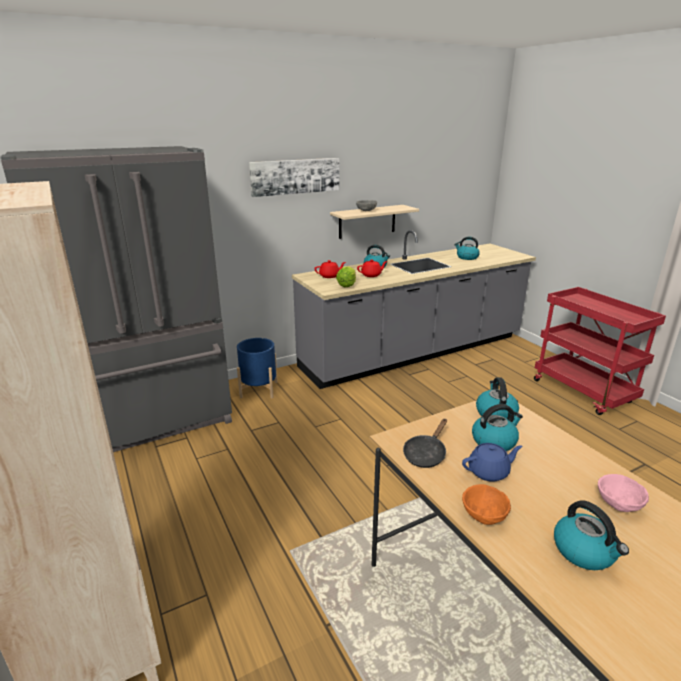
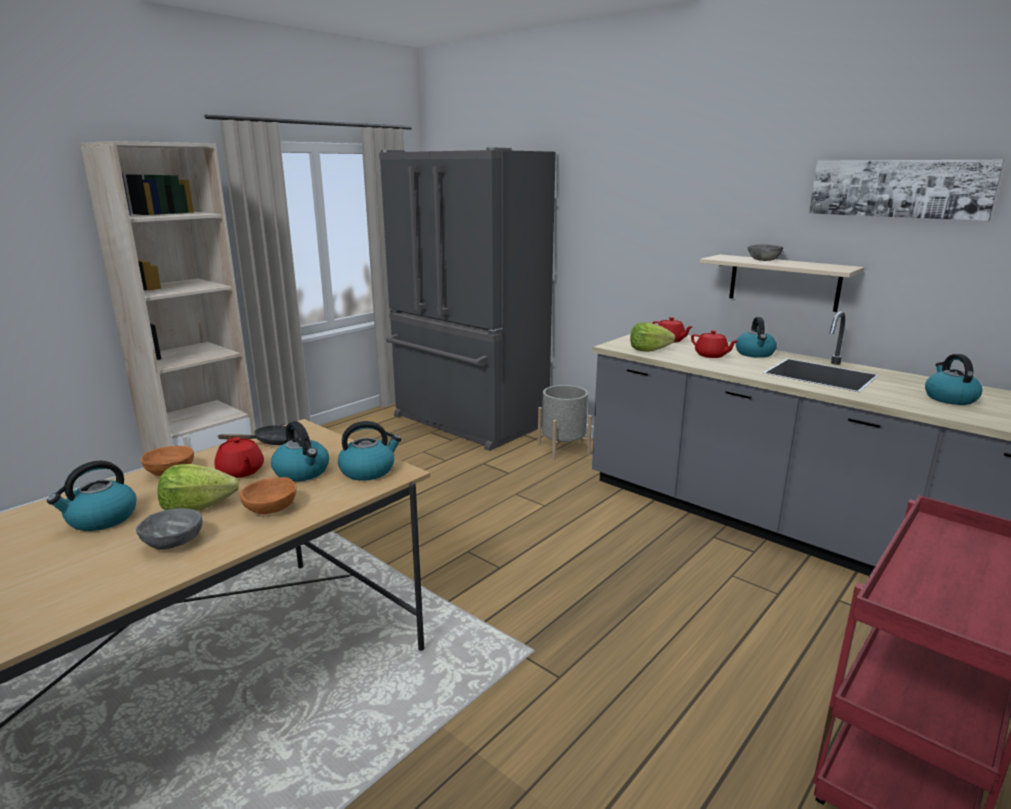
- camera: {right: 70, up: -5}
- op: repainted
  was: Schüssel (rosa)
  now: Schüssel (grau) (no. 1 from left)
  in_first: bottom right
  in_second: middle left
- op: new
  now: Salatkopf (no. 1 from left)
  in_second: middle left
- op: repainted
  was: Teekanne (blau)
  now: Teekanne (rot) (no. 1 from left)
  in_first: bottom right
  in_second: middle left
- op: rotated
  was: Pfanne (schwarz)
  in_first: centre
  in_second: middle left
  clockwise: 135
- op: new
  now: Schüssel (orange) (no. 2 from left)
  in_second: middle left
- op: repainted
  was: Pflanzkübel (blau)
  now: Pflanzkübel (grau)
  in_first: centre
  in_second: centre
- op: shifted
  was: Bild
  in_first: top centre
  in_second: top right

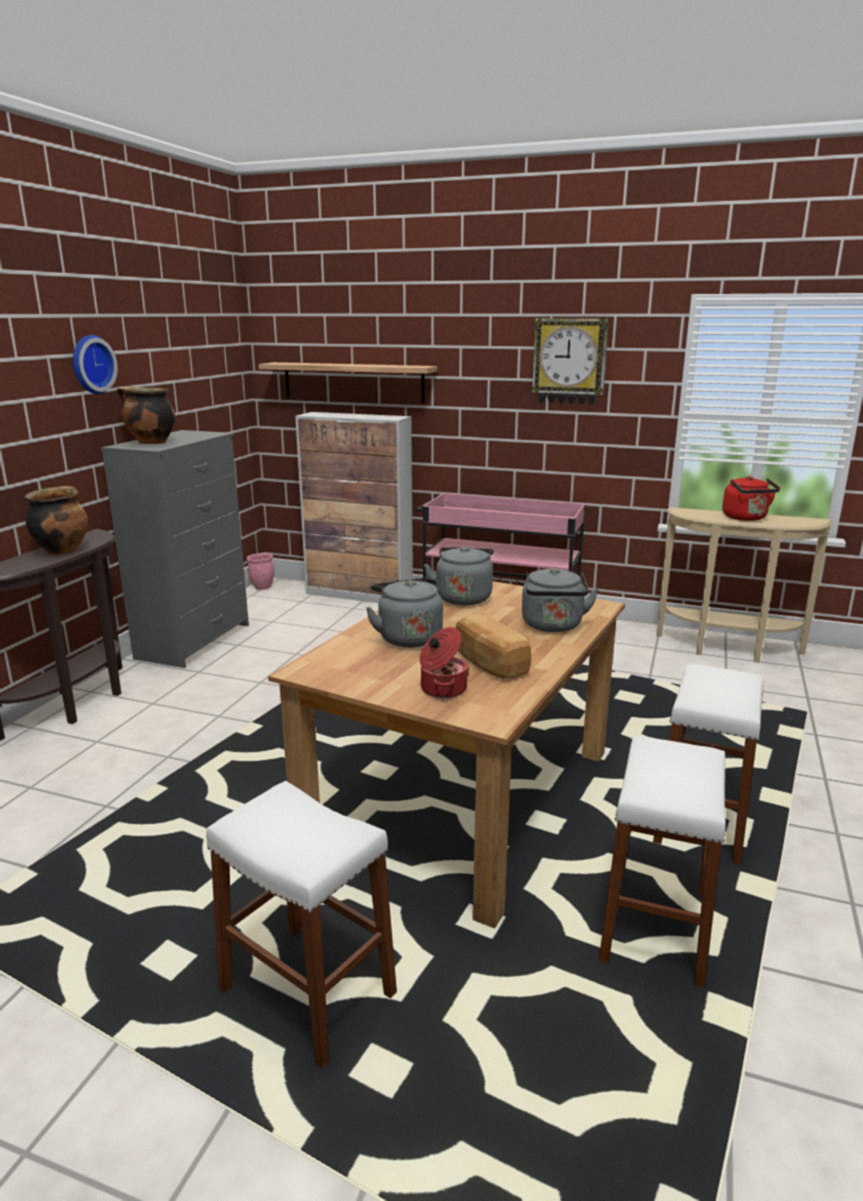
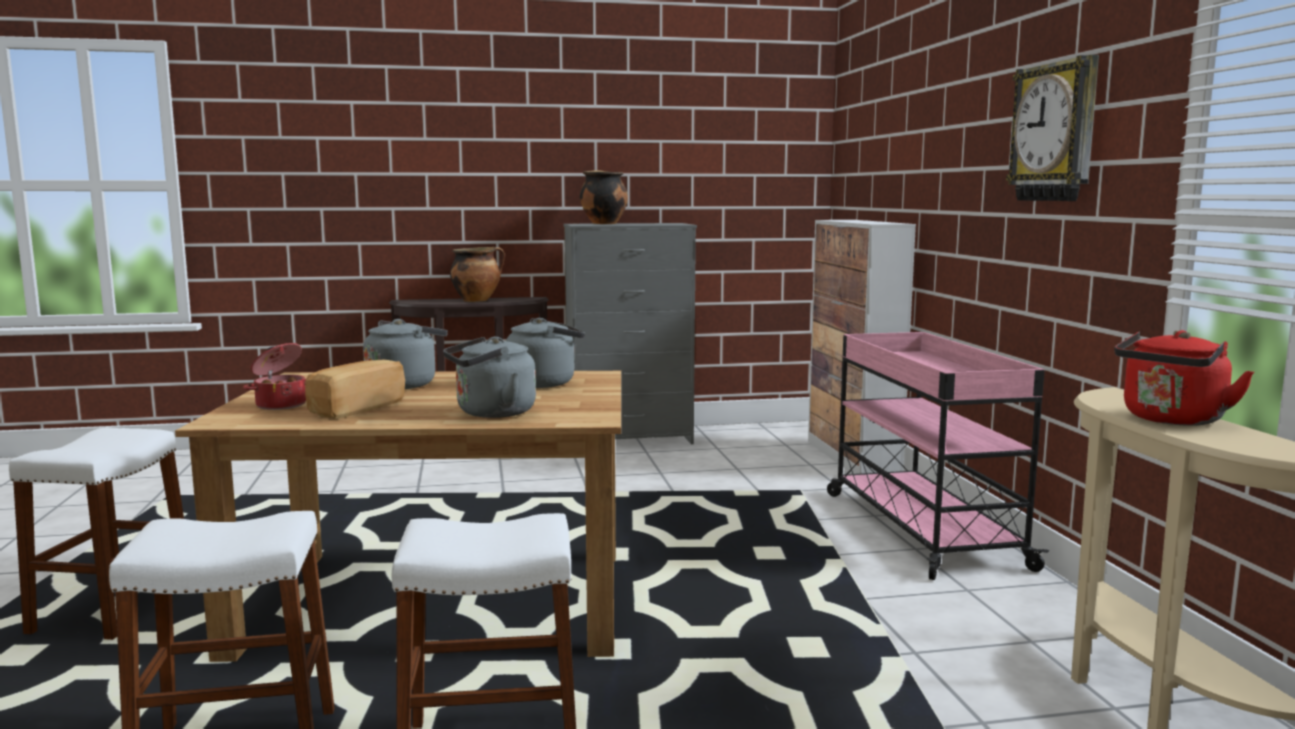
- camera: {right: 60, up: -10}
- op: gone
  was: Wanduhr (no. 1 from left)
  in_first: top left
- op: gone
  was: Pflanzkübel (rosa)
  in_first: middle left
- op: gone
  was: Wandregal
  in_first: top centre

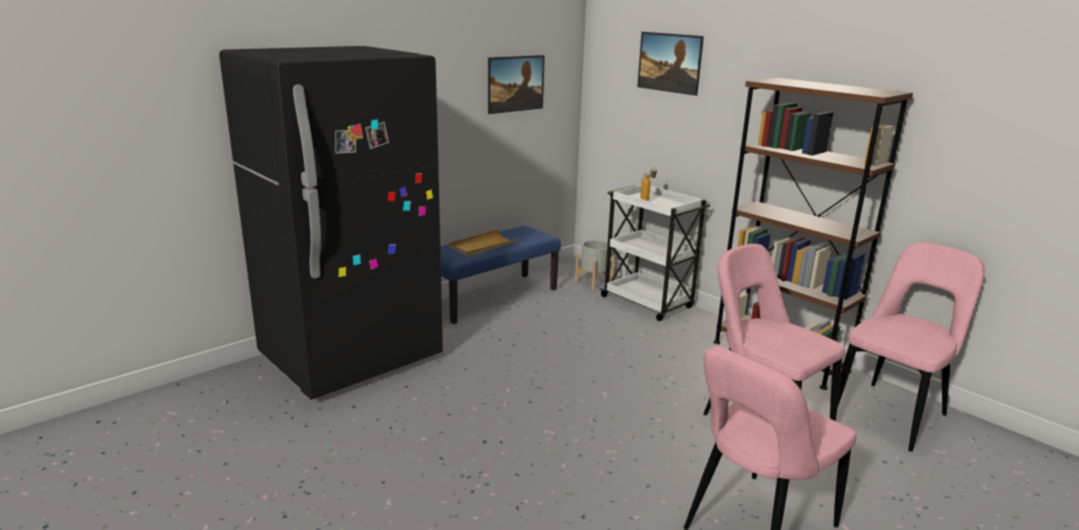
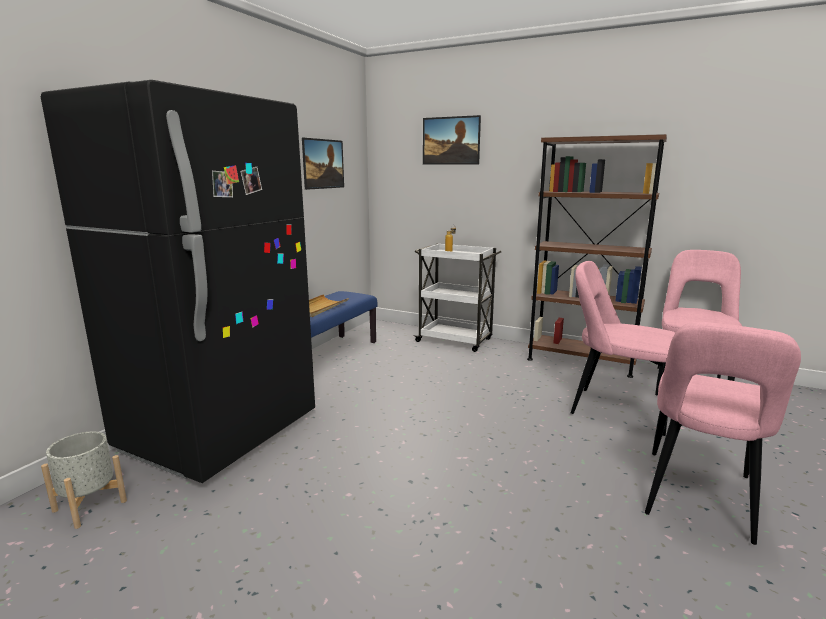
- camera: {right: -20, up: -5}
- op: shifted
  was: Pflanzkübel (grau)
  in_first: centre
  in_second: bottom left

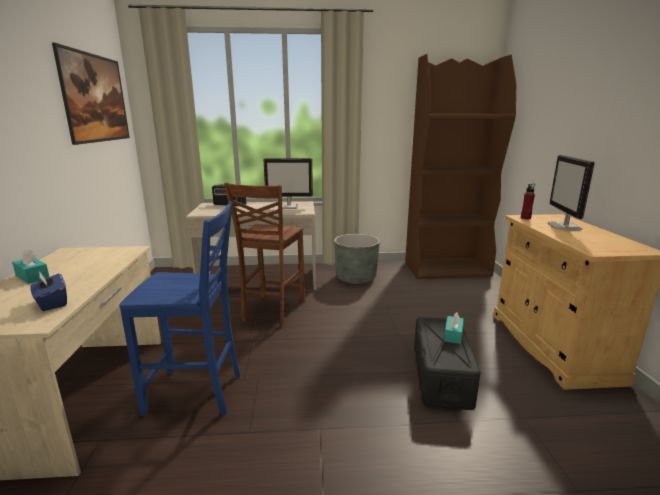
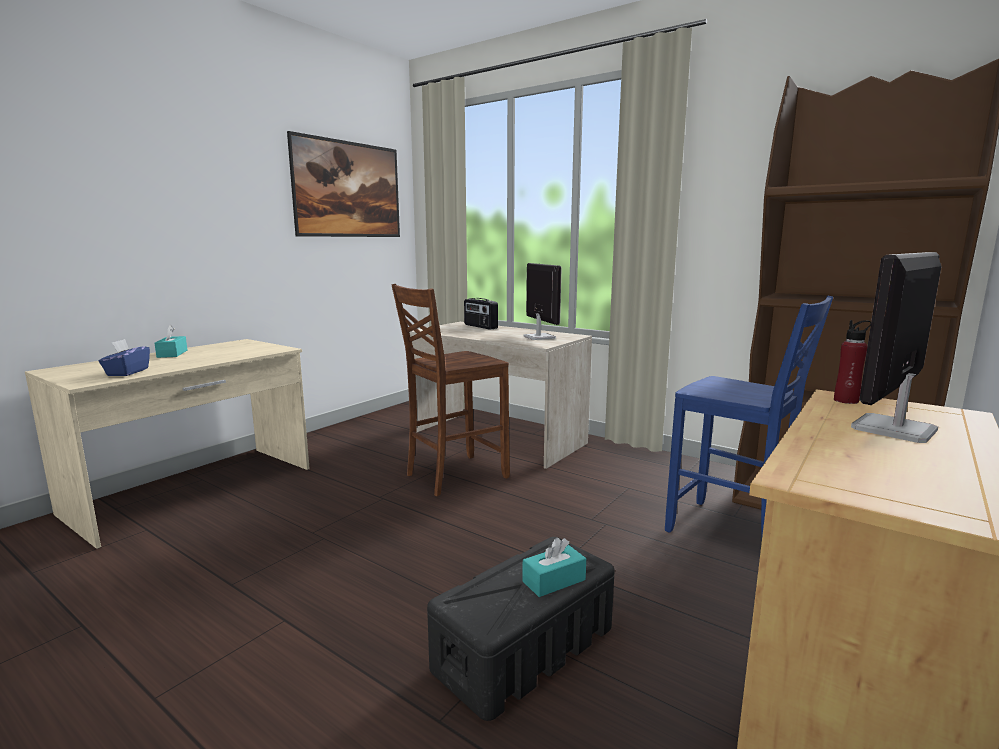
- camera: {right: 40, up: -5}
- op: rotated
  was: Monitor (no. 1 from left)
  in_first: centre
  in_second: centre
  clockwise: -150
- op: shifted
  was: Stuhl (blau)
  in_first: middle left
  in_second: middle right
- op: gone
  was: Pflanzkübel (grau)
  in_first: centre

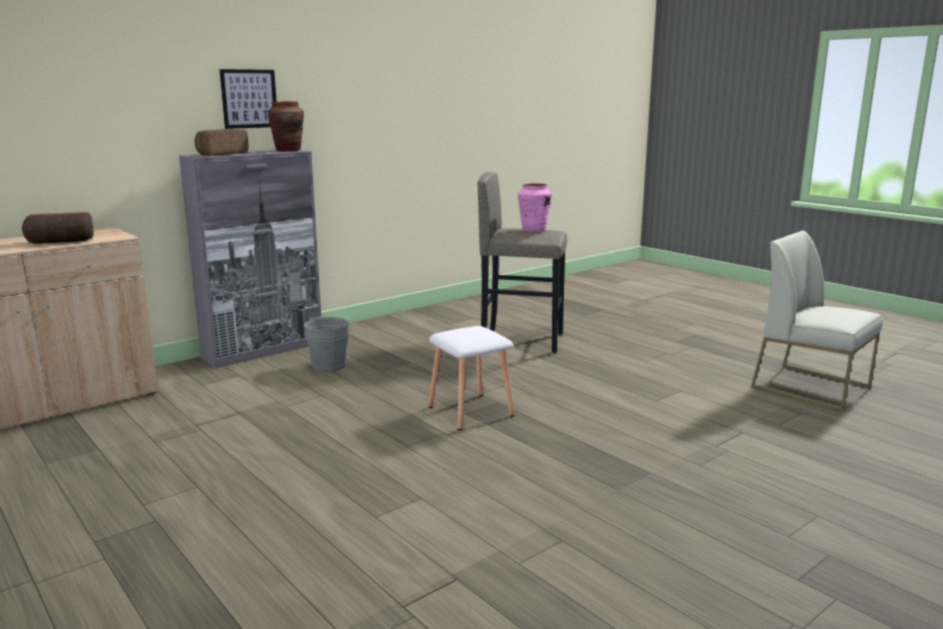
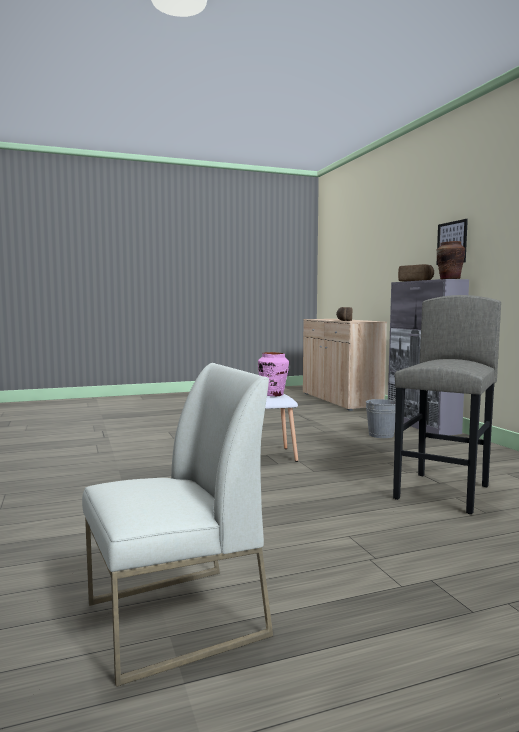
- camera: {right: 110, up: -10}
- op: shifted
  was: Vase (rosa)
  in_first: top centre
  in_second: centre

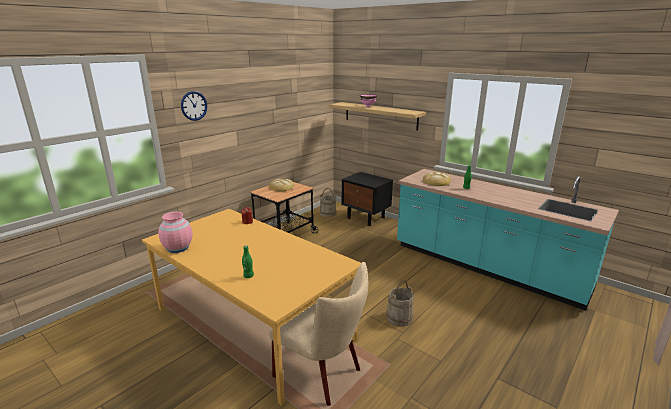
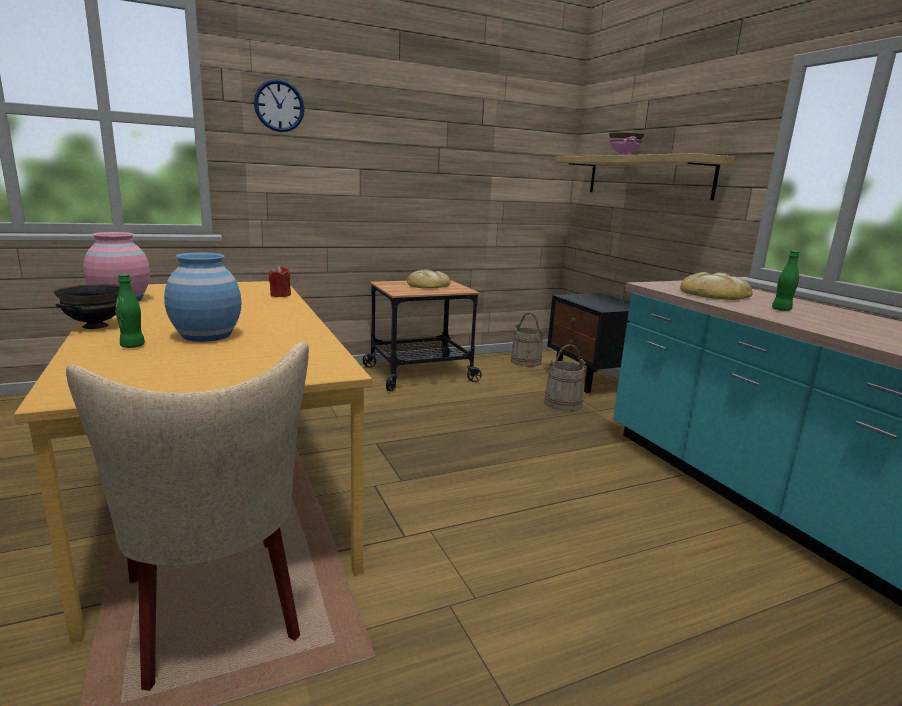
- camera: {right: 25, up: -5}
- op: new
  now: Schüssel (schwarz)
  in_second: middle left
- op: new
  now: Vase (blau)
  in_second: middle left
- op: shifted
  was: Eimer (beige) (no. 2 from left)
  in_first: bottom centre
  in_second: centre

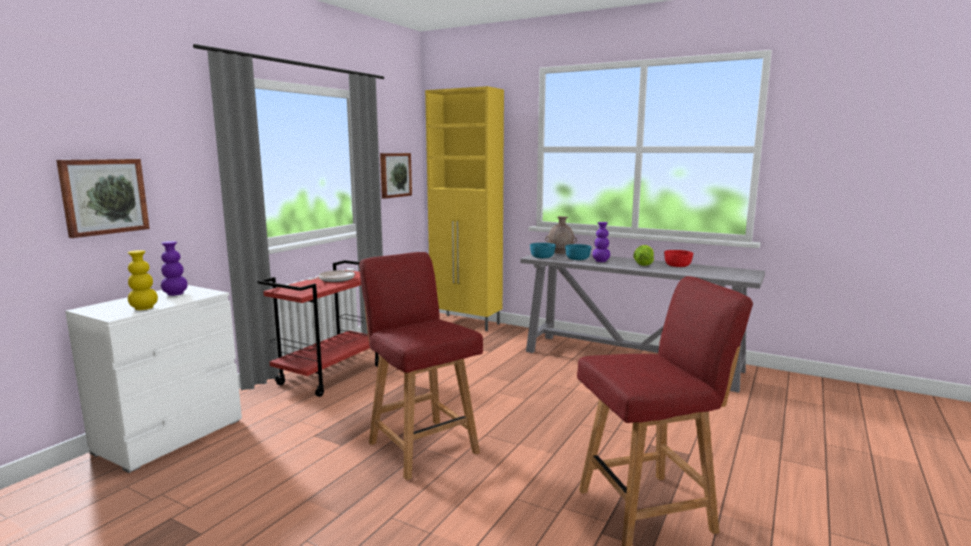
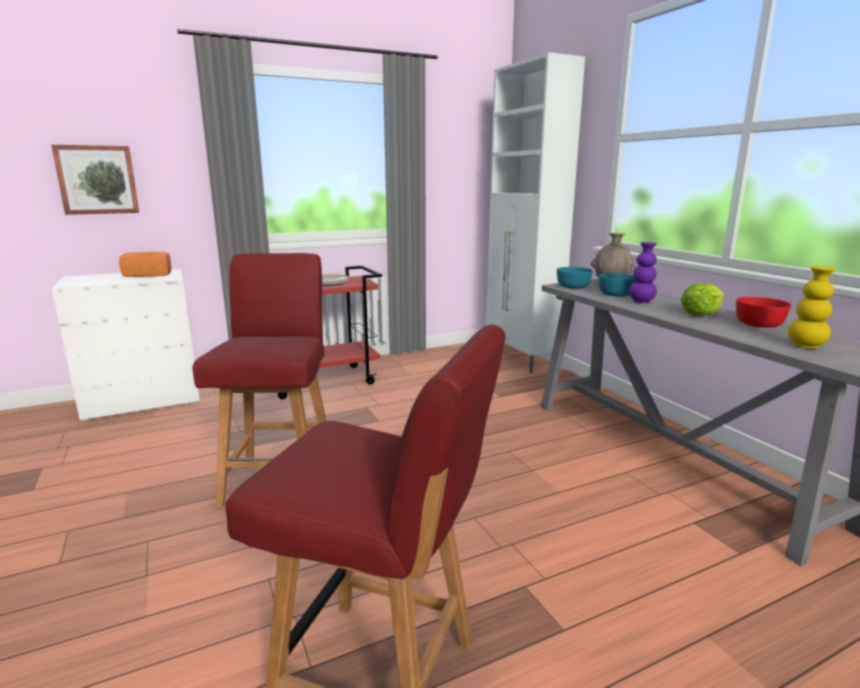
- camera: {right: 35, up: 5}
- op: swapped
  was: Vase (lila) (no. 1 from left)
  now: Brot
  in_first: middle left
  in_second: middle left
- op: repainted
  was: Schrank (gelb)
  now: Schrank (weiß)
  in_first: centre
  in_second: top centre
- op: shifted
  was: Vase (gelb)
  in_first: middle left
  in_second: middle right
- op: gone
  was: Bild (no. 2 from left)
  in_first: top centre

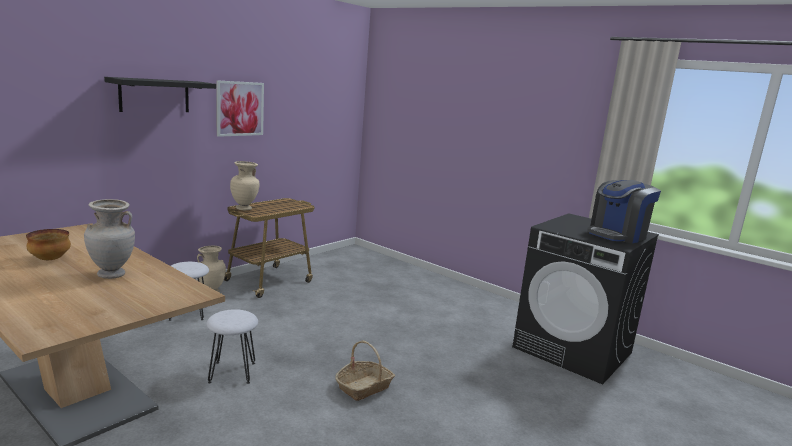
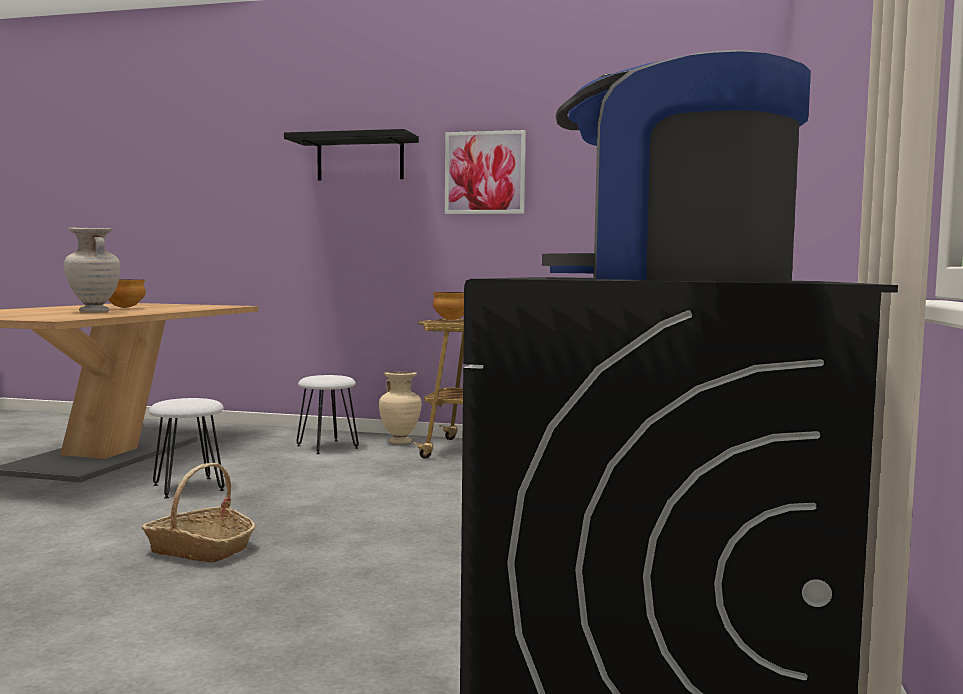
- camera: {right: 65, up: -10}
- op: swapped
  was: Vase (beige) (no. 3 from left)
  now: Schüssel (no. 2 from left)
  in_first: middle left
  in_second: centre

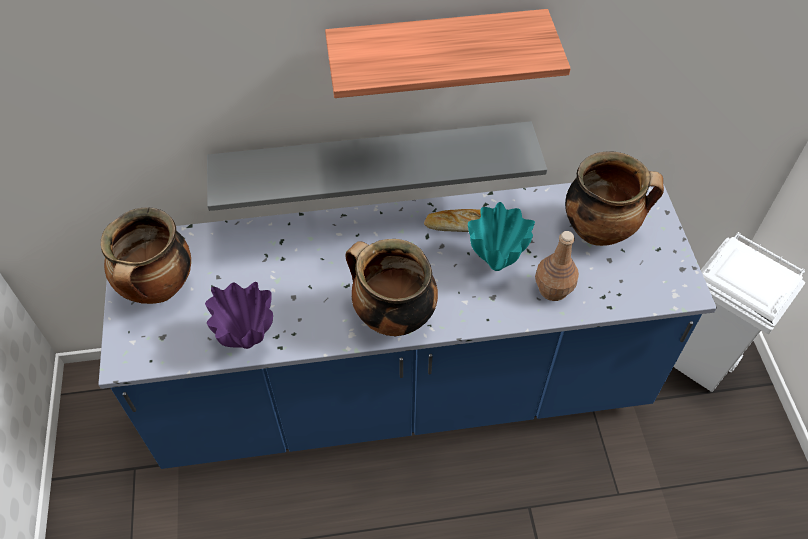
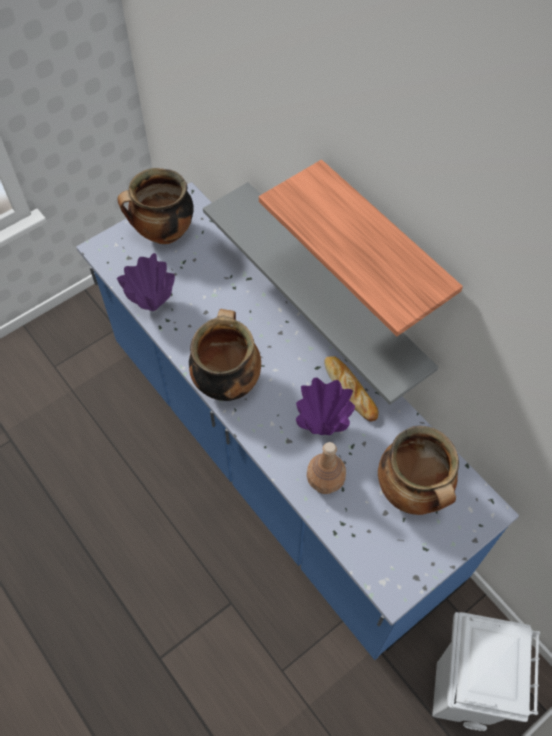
- camera: {right: 60, up: 5}
- op: repainted
  was: Vase (türkis)
  now: Vase (lila) (no. 2 from left)
  in_first: centre
  in_second: centre

